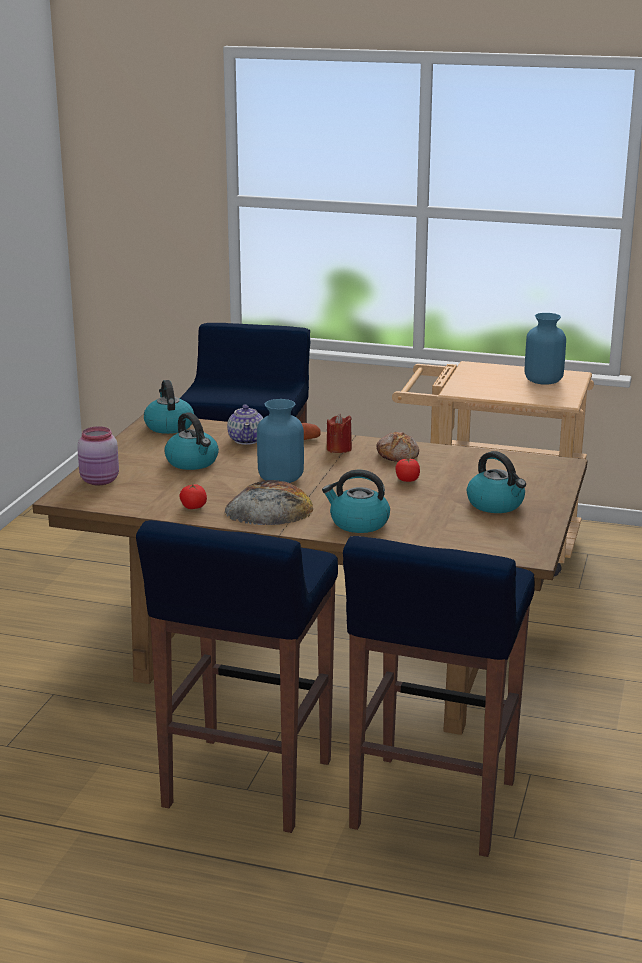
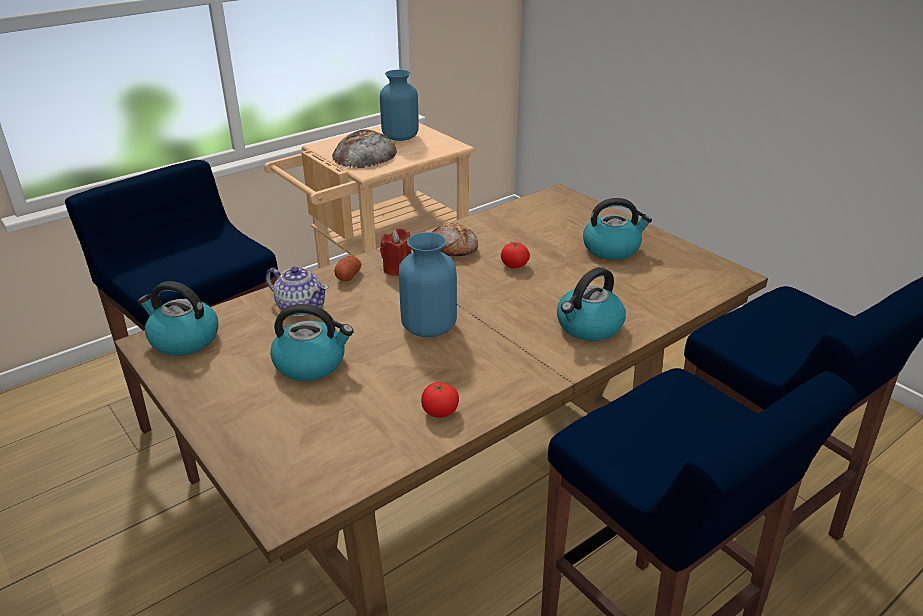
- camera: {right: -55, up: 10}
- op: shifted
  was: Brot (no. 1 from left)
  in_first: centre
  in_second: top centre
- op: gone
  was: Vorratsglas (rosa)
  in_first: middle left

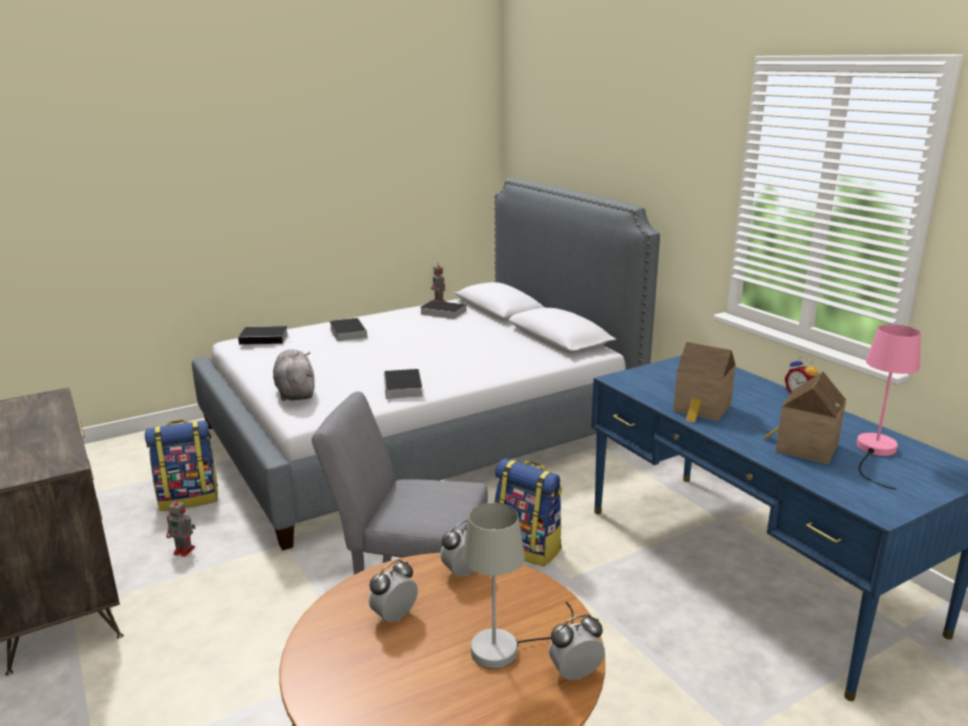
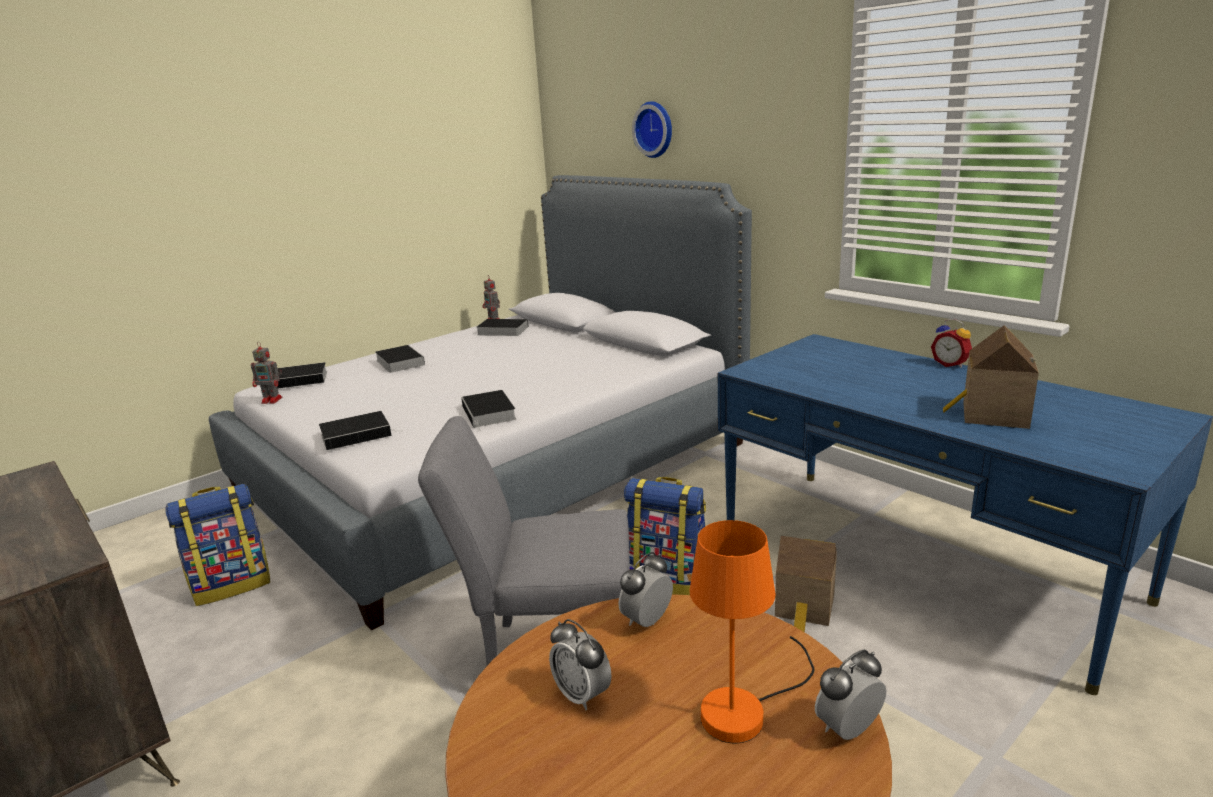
- camera: {right: -10, up: 0}
- op: shifted
  was: Spielzeugroboter (no. 1 from left)
  in_first: bottom left
  in_second: middle left
- op: swapped
  was: Plüschtier (grau)
  now: Buch (no. 2 from left)
  in_first: middle left
  in_second: middle left
- op: rotated
  was: Wecker (no. 1 from left)
  in_first: bottom centre
  in_second: bottom centre
  clockwise: -75
- op: new
  now: Wanduhr
  in_second: top centre
- op: repainted
  was: Tischlampe (grau)
  now: Tischlampe (orange)
  in_first: bottom centre
  in_second: bottom centre
- op: shifted
  was: Spielzeughaus (no. 1 from left)
  in_first: middle right
  in_second: bottom centre
- op: gone
  was: Tischlampe (rosa)
  in_first: middle right

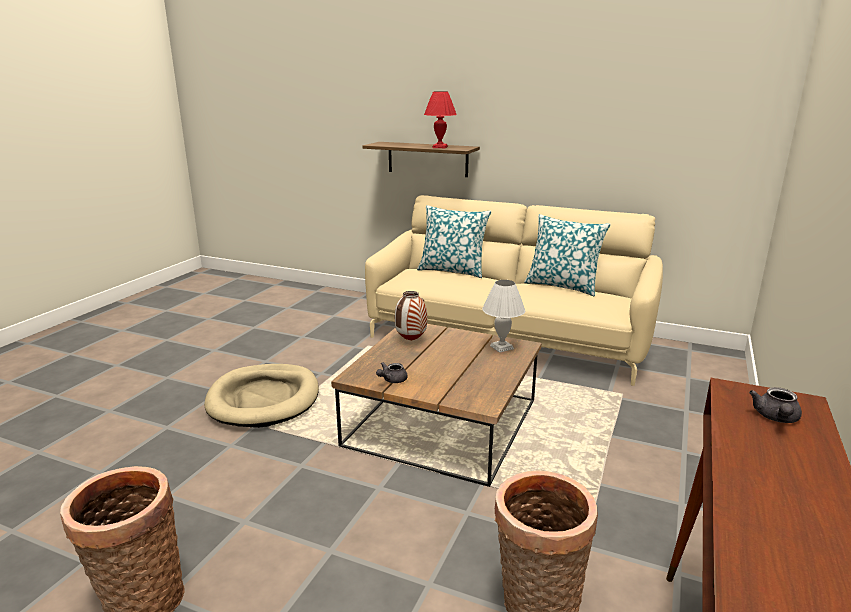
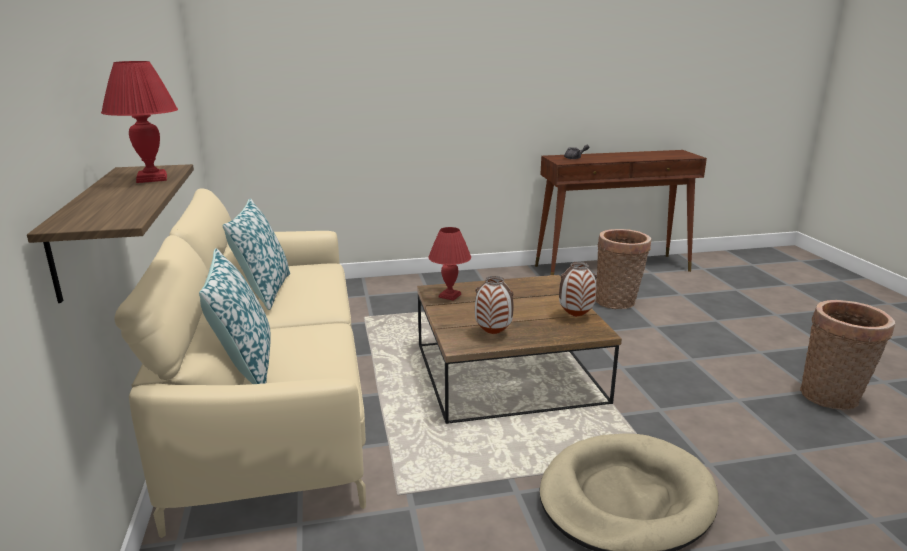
- camera: {right: -125, up: 0}
- op: repainted
  was: Tischlampe (weiß)
  now: Tischlampe (rot) (no. 2 from left)
  in_first: centre
  in_second: centre
- op: swapped
  was: Teekanne (grau) (no. 1 from left)
  now: Vase (no. 2 from left)
  in_first: centre
  in_second: centre

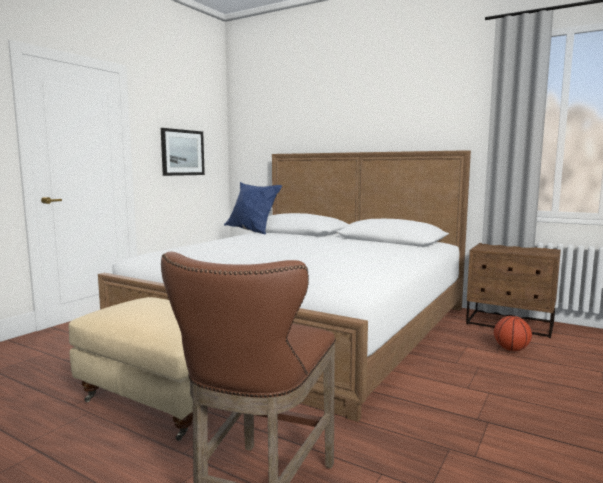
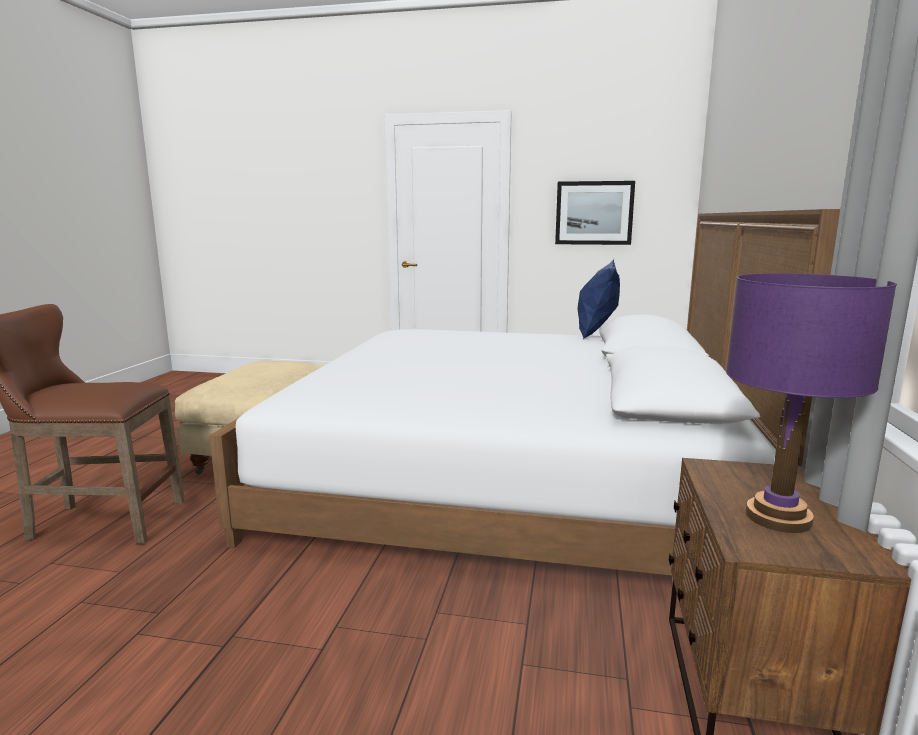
- camera: {right: 70, up: 5}
- op: new
  now: Tischlampe (lila)
  in_second: middle right
- op: gone
  was: Basketball
  in_first: bottom right

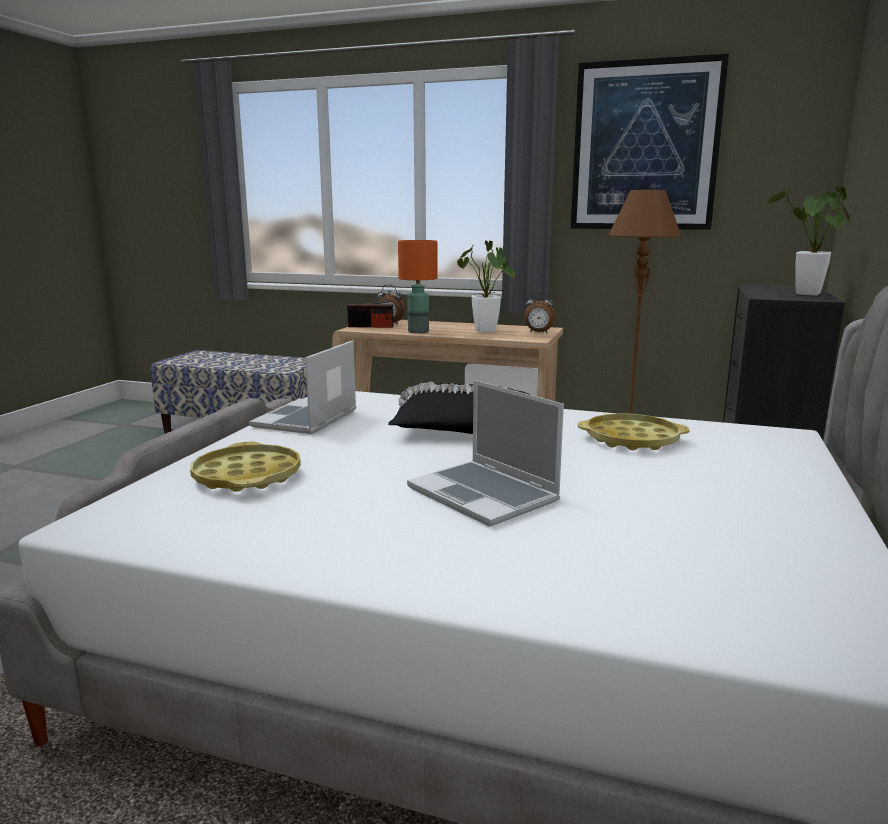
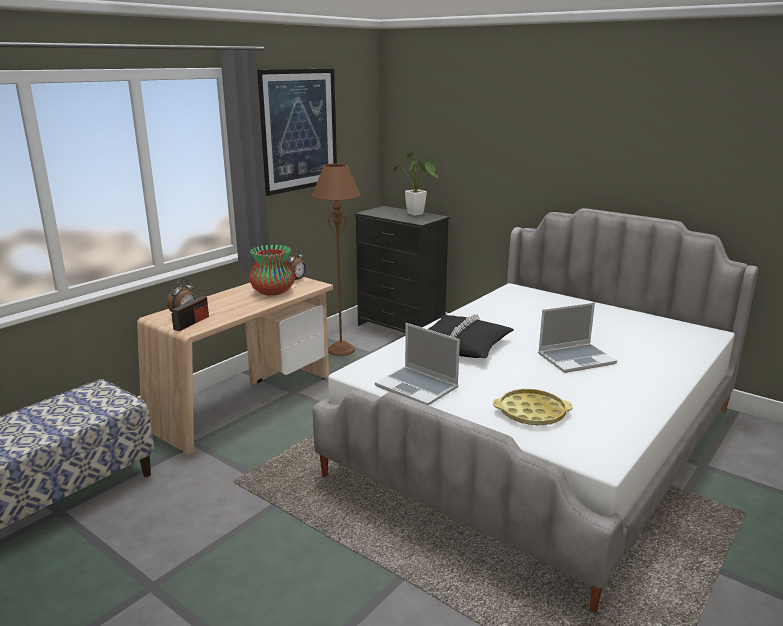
- camera: {right: -70, up: 5}
- op: swapped
  was: Topfpflanze (no. 1 from left)
  now: Vase
  in_first: centre
  in_second: centre
- op: gone
  was: Tischlampe (orange)
  in_first: centre
- op: gone
  was: Tablett (gelb) (no. 2 from left)
  in_first: middle right

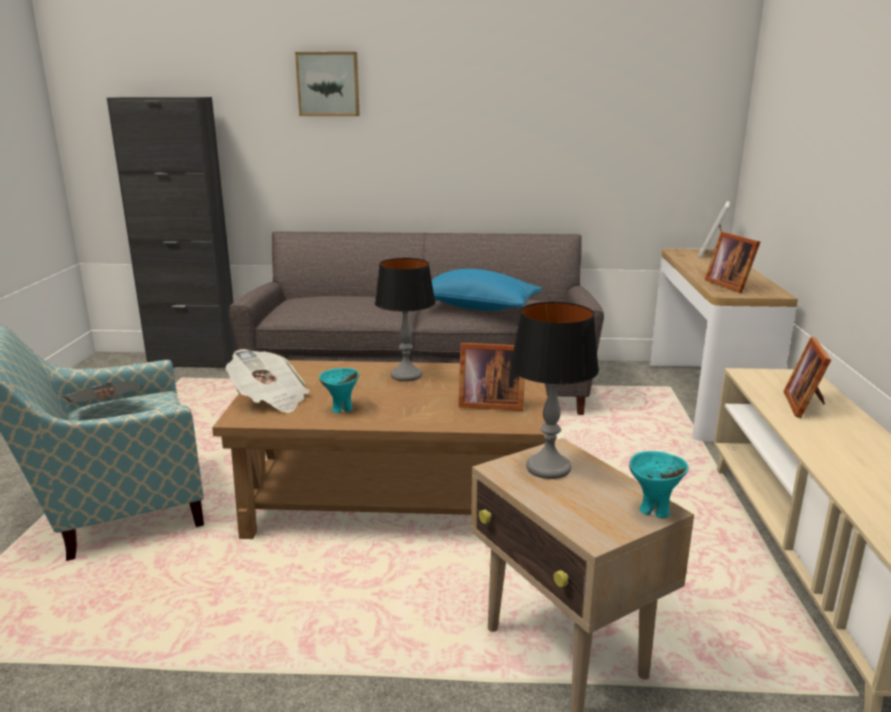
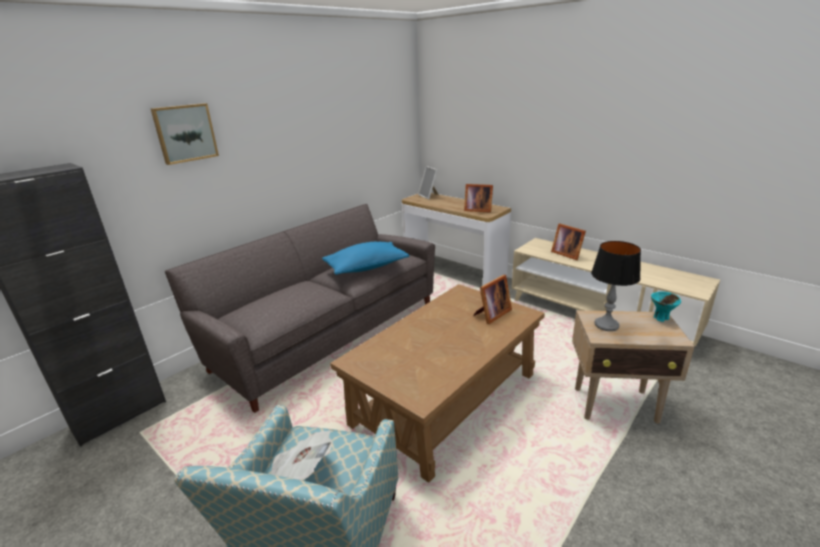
- camera: {right: -50, up: 5}
- op: gone
  was: Zeitung (no. 2 from left)
  in_first: middle left
- op: gone
  was: Schüssel (türkis) (no. 1 from left)
  in_first: centre
- op: gone
  was: Tischlampe (no. 1 from left)
  in_first: centre

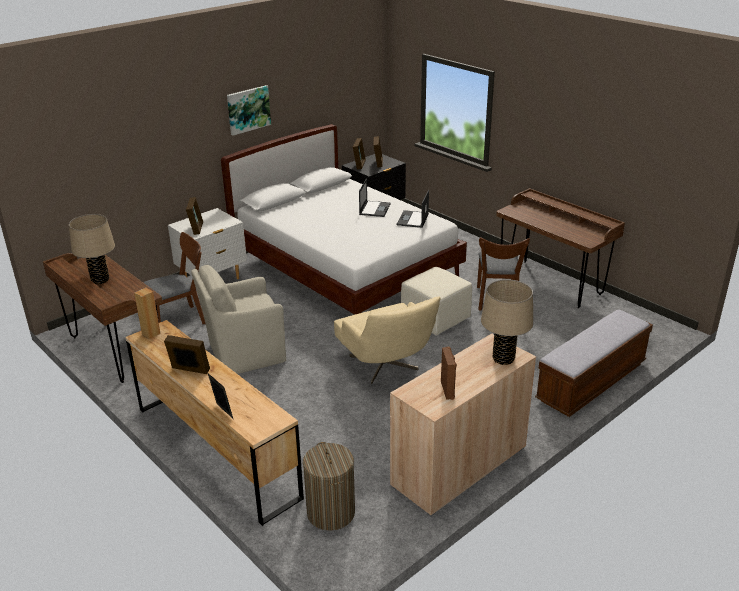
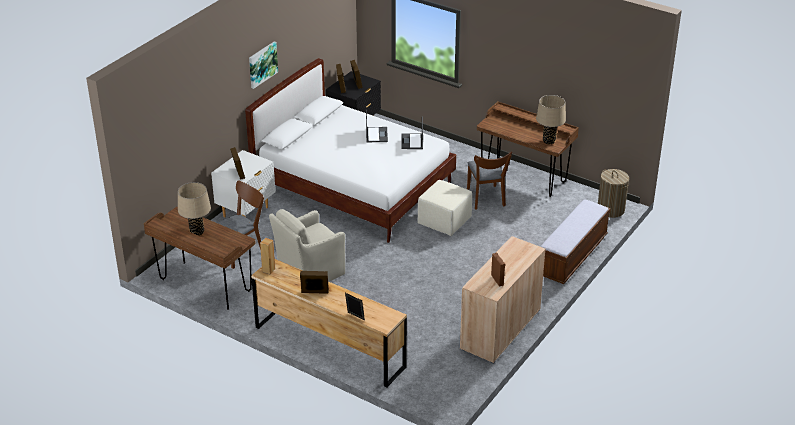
- camera: {right: -15, up: 5}
- op: shifted
  was: Tischlampe (beige) (no. 2 from left)
  in_first: middle right
  in_second: top right
- op: shifted
  was: Wäschekorb
  in_first: bottom centre
  in_second: middle right
- op: gone
  was: Sessel (beige) (no. 2 from left)
  in_first: centre

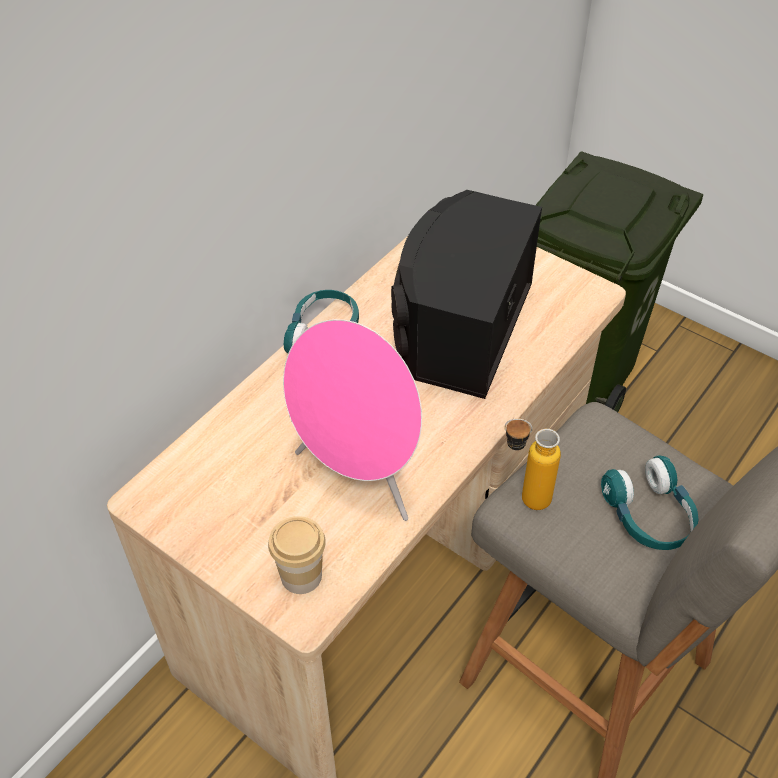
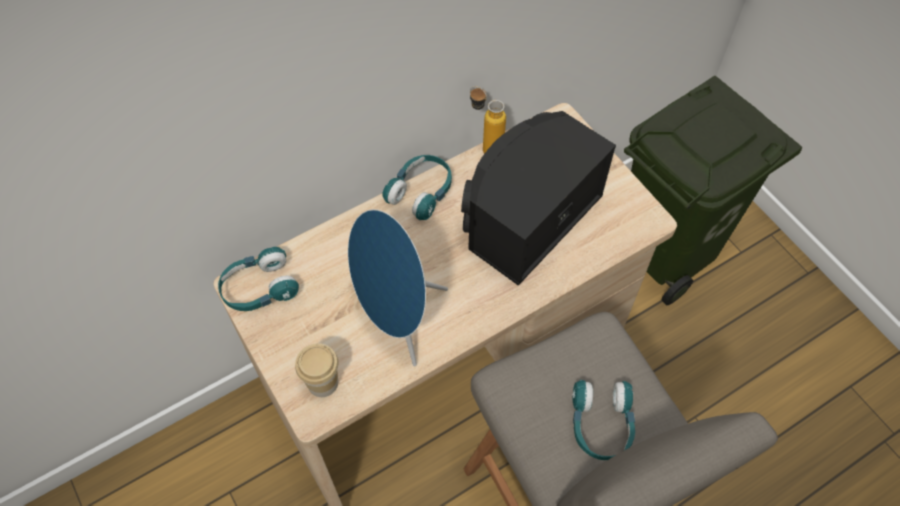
- camera: {right: 20, up: 10}
- op: new
  now: Kopfhörer (türkis) (no. 1 from left)
  in_second: middle left
- op: repainted
  was: Lautsprecher (rosa)
  now: Lautsprecher (blau)
  in_first: centre
  in_second: centre
- op: shifted
  was: Flasche
  in_first: middle right
  in_second: top centre

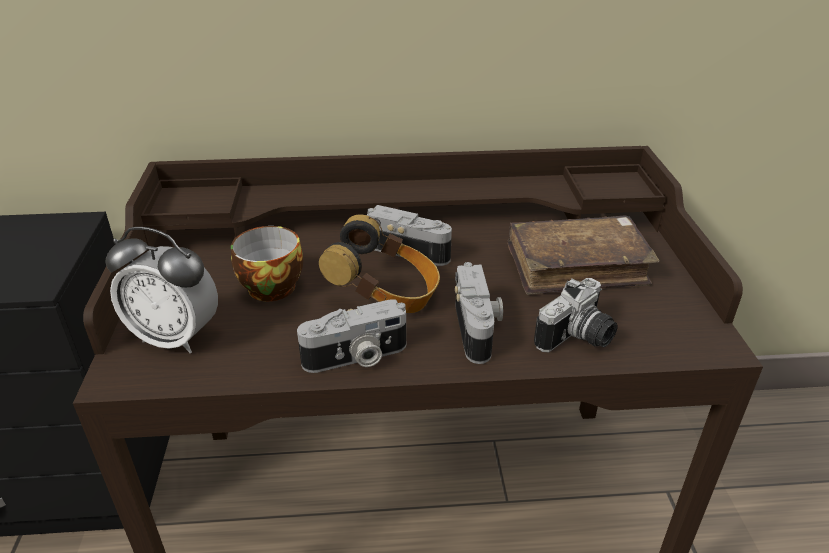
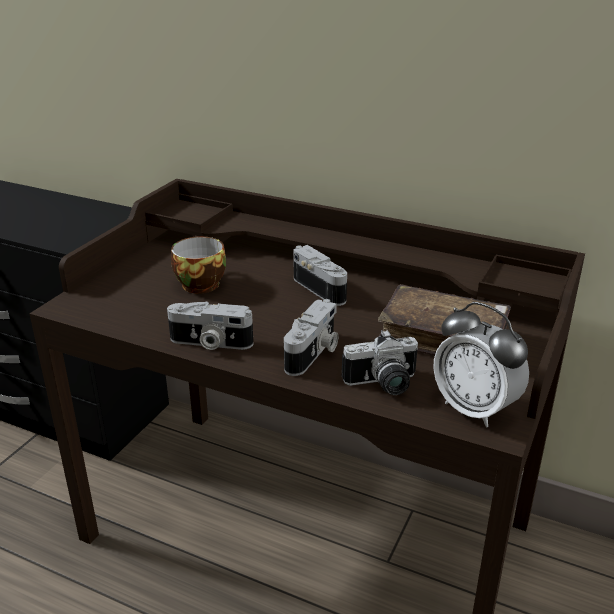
- camera: {right: 30, up: -5}
- op: shifted
  was: Wecker
  in_first: middle left
  in_second: middle right
- op: gone
  was: Kopfhörer
  in_first: centre

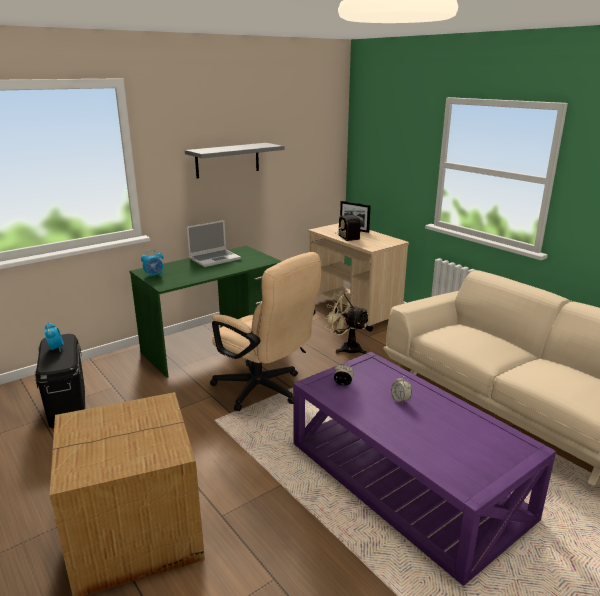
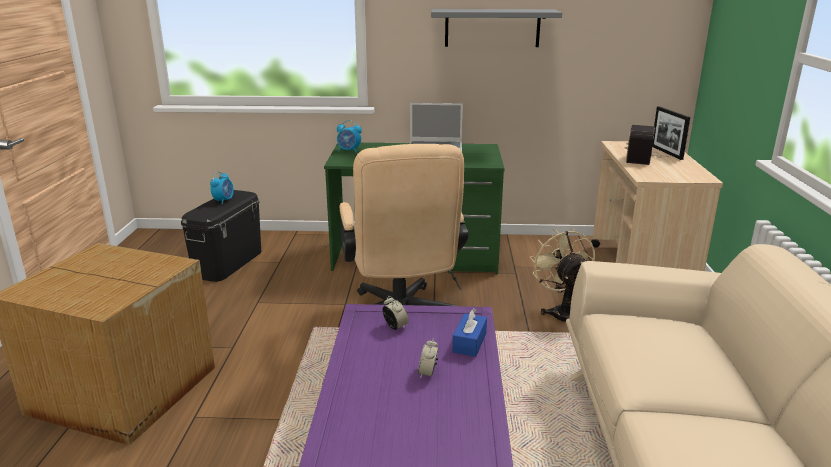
- camera: {right: 40, up: 0}
- op: new
  now: Taschentuchbox (blau)
  in_second: bottom centre

